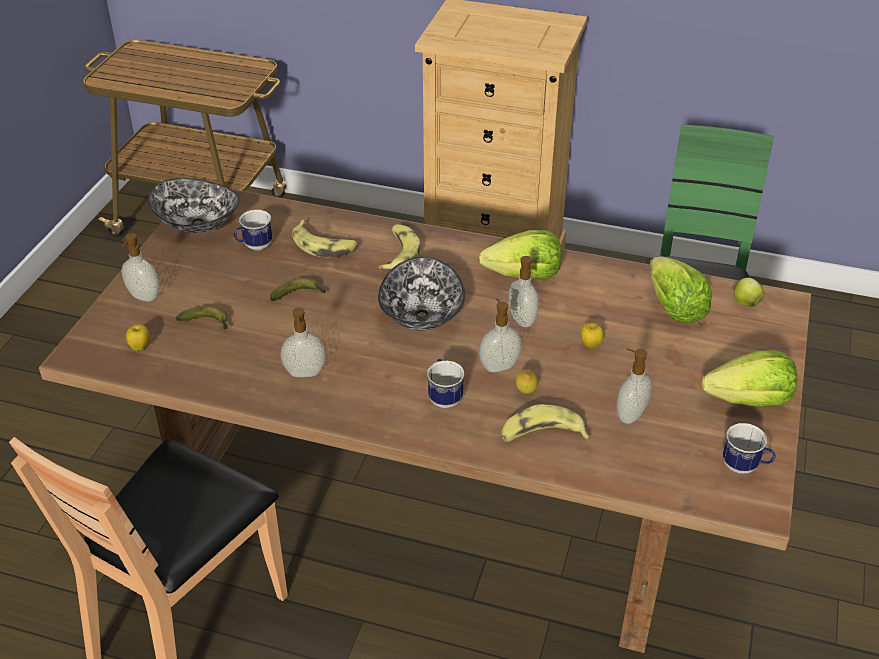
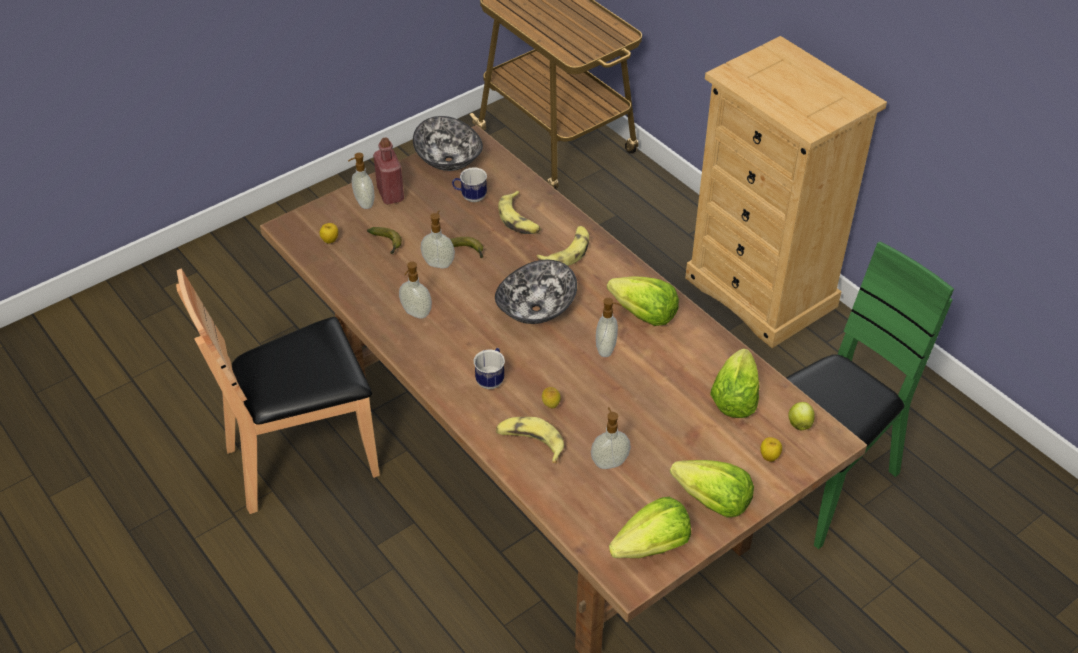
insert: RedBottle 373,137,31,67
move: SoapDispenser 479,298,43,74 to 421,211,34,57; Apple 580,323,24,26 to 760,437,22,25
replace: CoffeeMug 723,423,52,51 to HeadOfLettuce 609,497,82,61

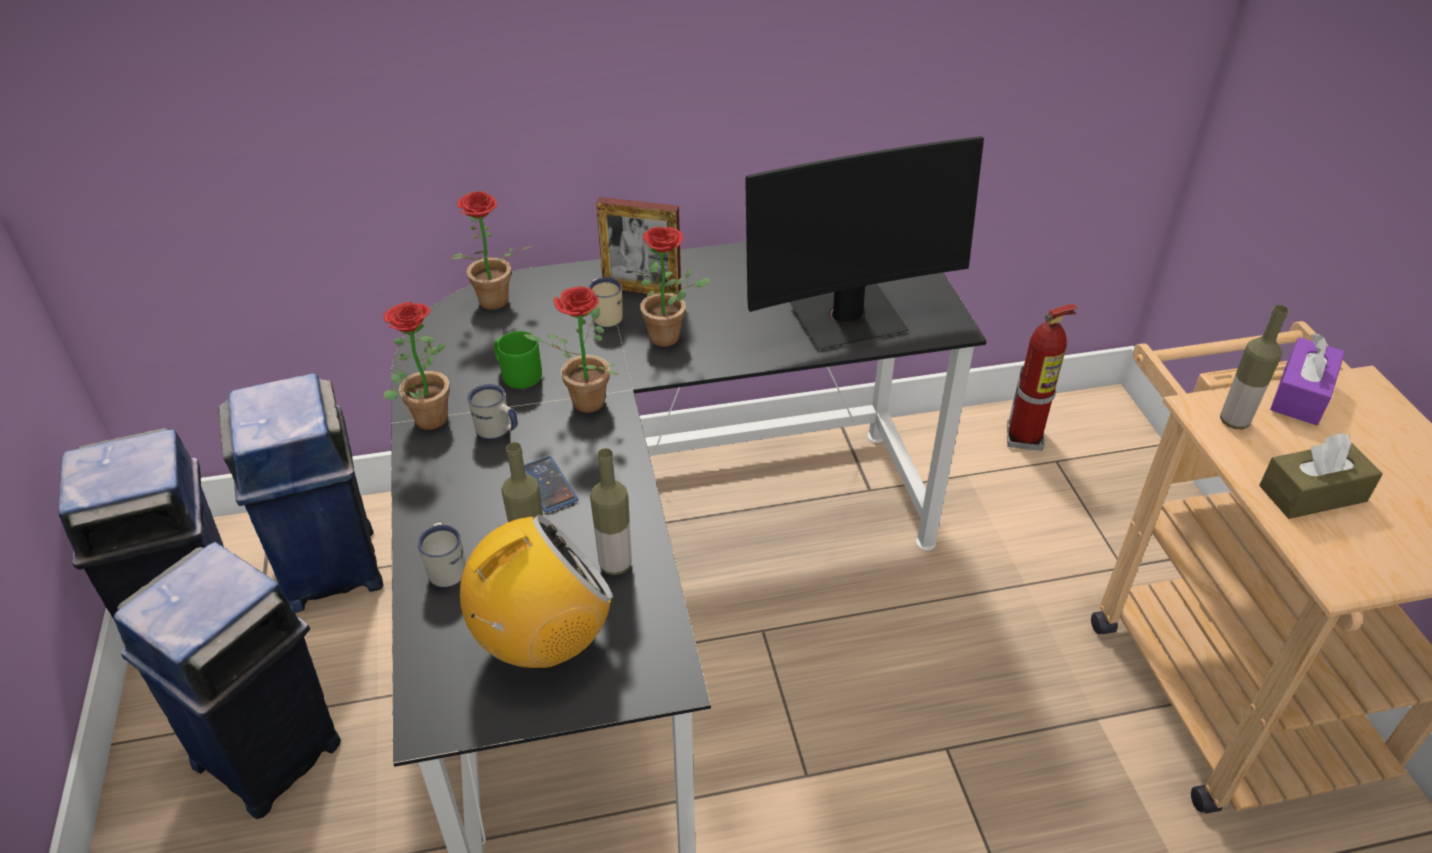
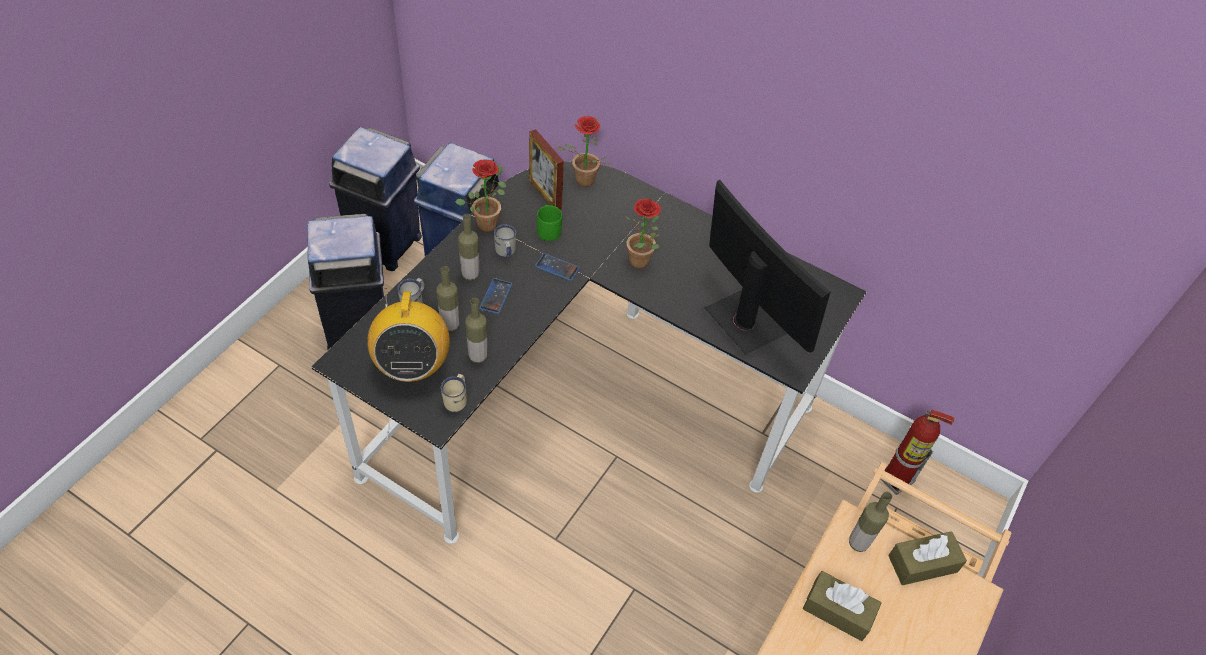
insert: Bottle 458,214,21,67
move: BeigeCoffeeMug 589,278,34,50 to 441,373,26,39; StandingFrame 596,197,85,98 to 529,129,35,81
replace: Houseplant 524,287,94,126 to Phone 535,253,45,28
recolor: PurpleColouredBoxOfTissues 1270,334,75,91 to BrownColouredBoxOfTissues 888,531,79,54
rotate: RadioReceiver 460,515,153,154 = 367,288,83,94 75 degrees clockwise; ComputerScreen 745,136,239,214 = 704,180,126,174 150 degrees counterclockwise

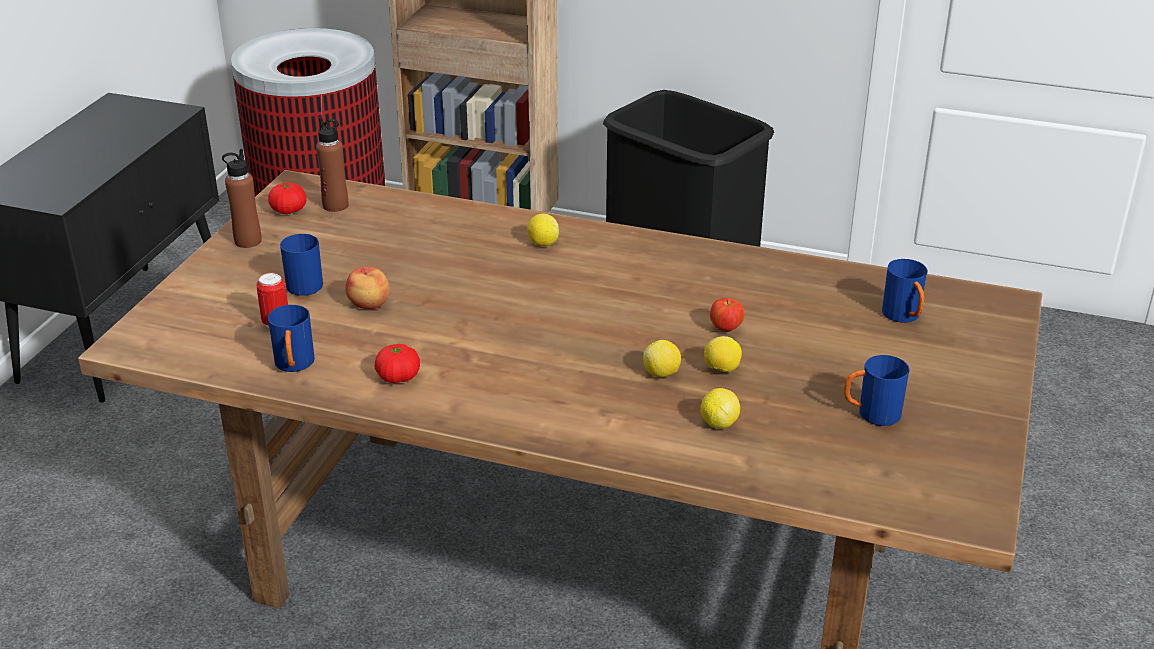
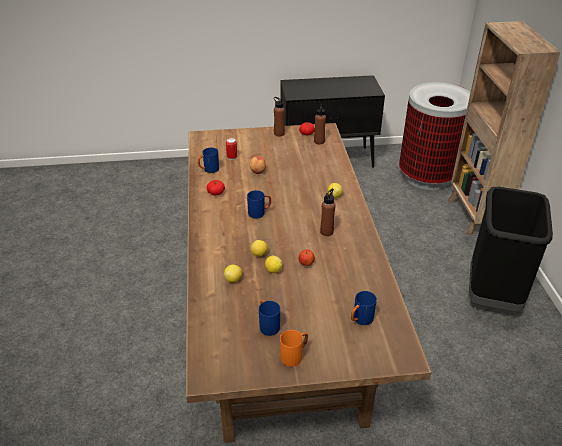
insert: OrangeyCoffeeMug 280,330,28,37; BrownColouredBottle 320,189,16,47
move: BluishCoffeeMug 280,234,43,62 to 247,190,24,29

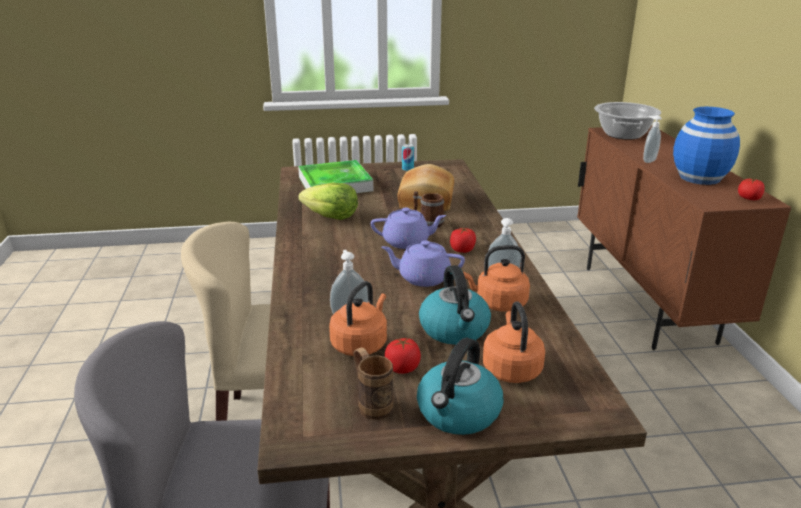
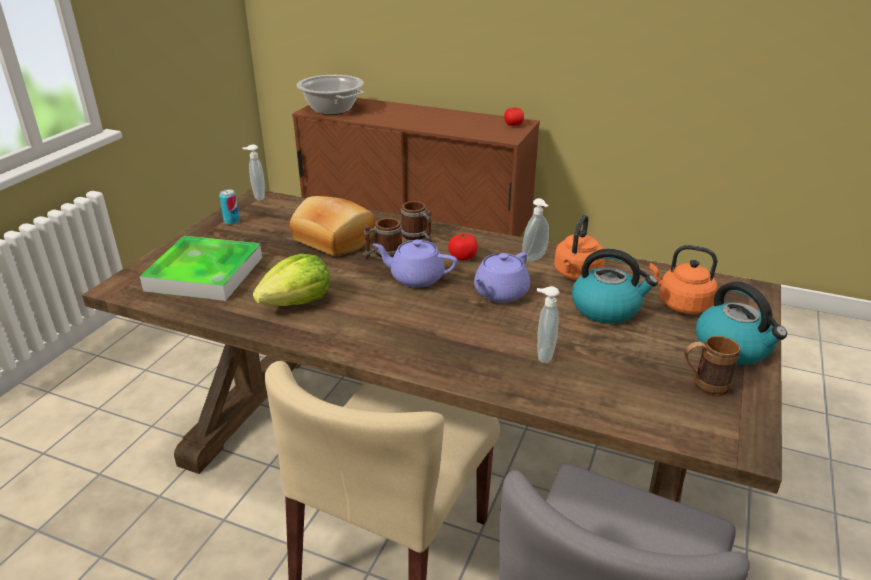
delete: OrangeyTeaKettle 329,281,58,75; FreshTomato 385,338,36,36; BluishVase 673,107,67,78
insert: CoffeeMug 401,201,31,42
move: SoapDispenser 643,115,19,48 to 242,144,23,57
rotate: PurpleColouredPotForTea 371,208,76,41 = 372,239,86,49 105 degrees counterclockwise

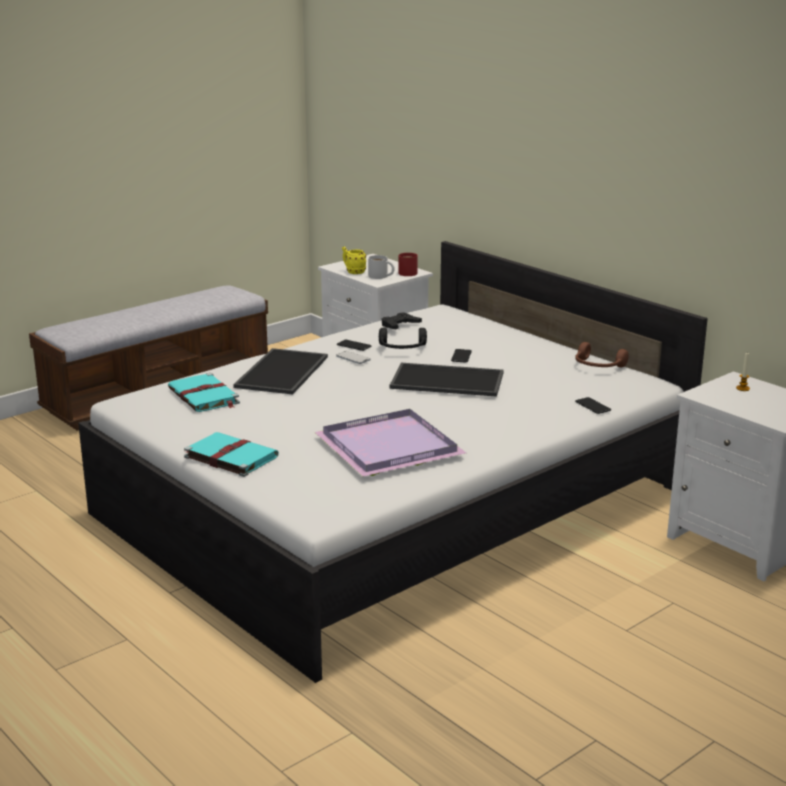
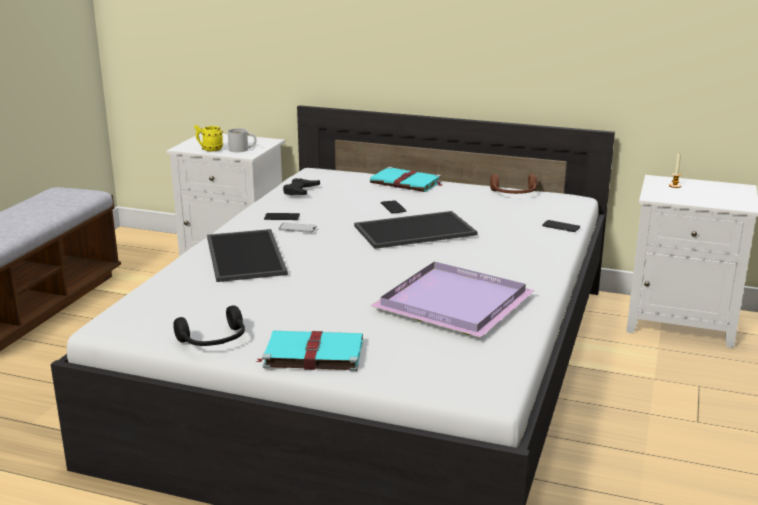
delete: RedCoffeeMug 399,253,19,23
move: BlueGreenVolume 168,373,72,39 to 370,167,71,25; BlackColouredHeadphones 379,328,48,21 to 173,305,72,41

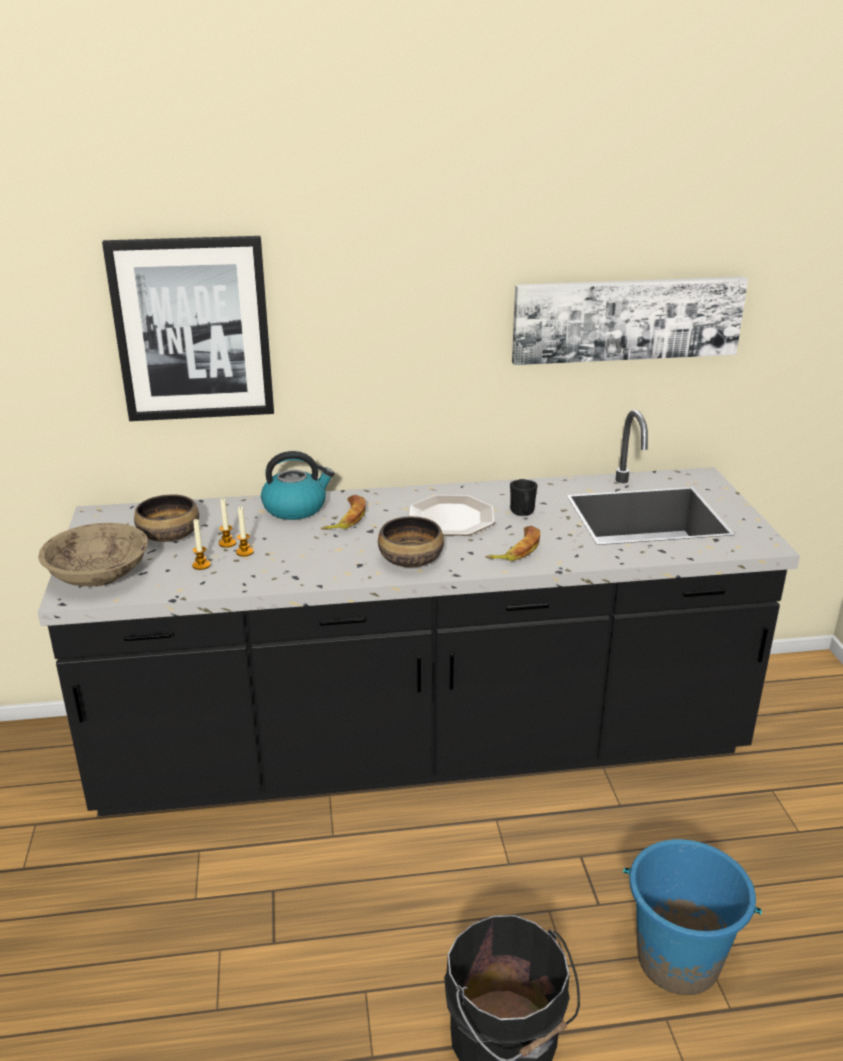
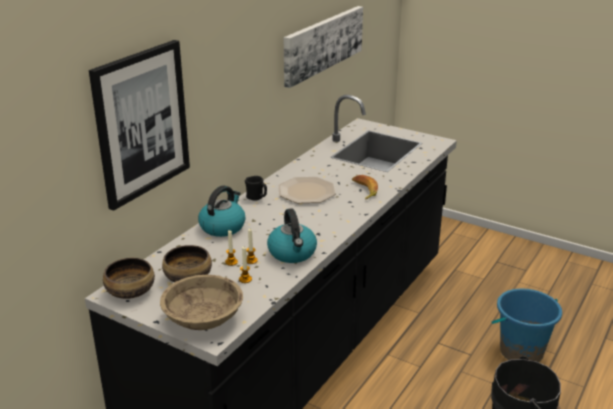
delete: BananaFruit 321,495,45,35
insert: TeaKettle 267,208,50,55
move: DeepDish 378,516,66,51 to 103,258,52,41; BlackColouredCoffeeMug 510,479,27,37 to 245,176,22,25

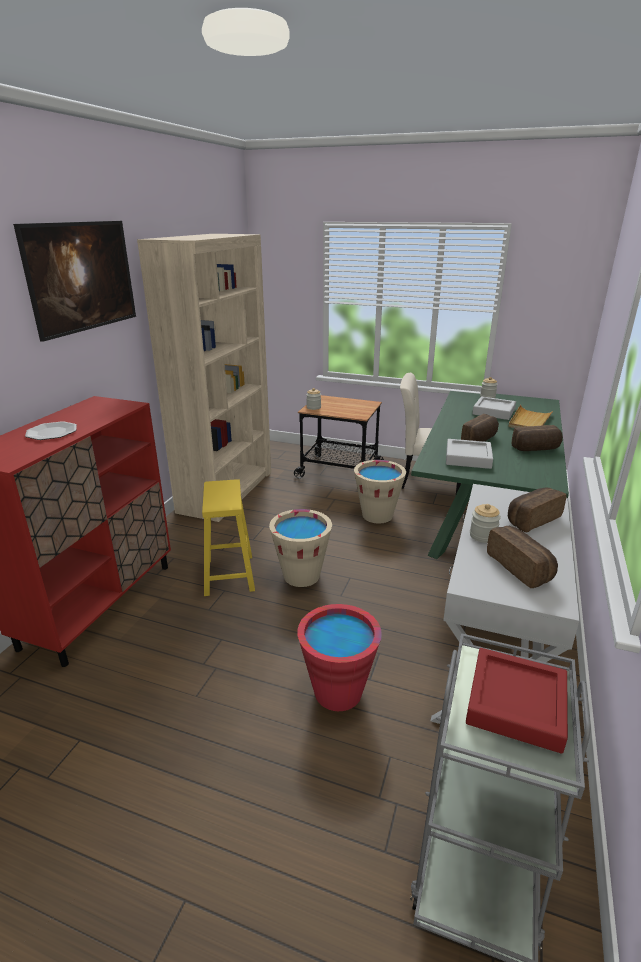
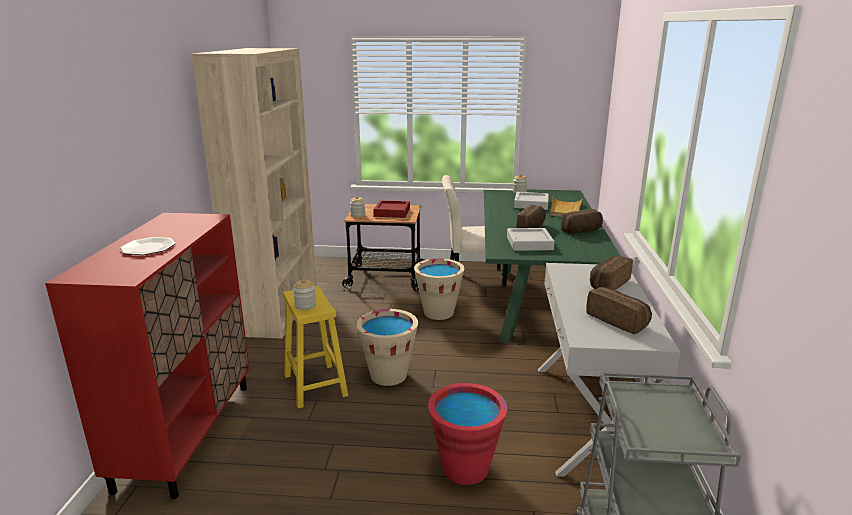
delete: Picture 13,221,123,121
move: RedServingTray 466,648,102,106 to 373,200,37,18; PreserveJar 470,504,31,39 to 293,279,23,31

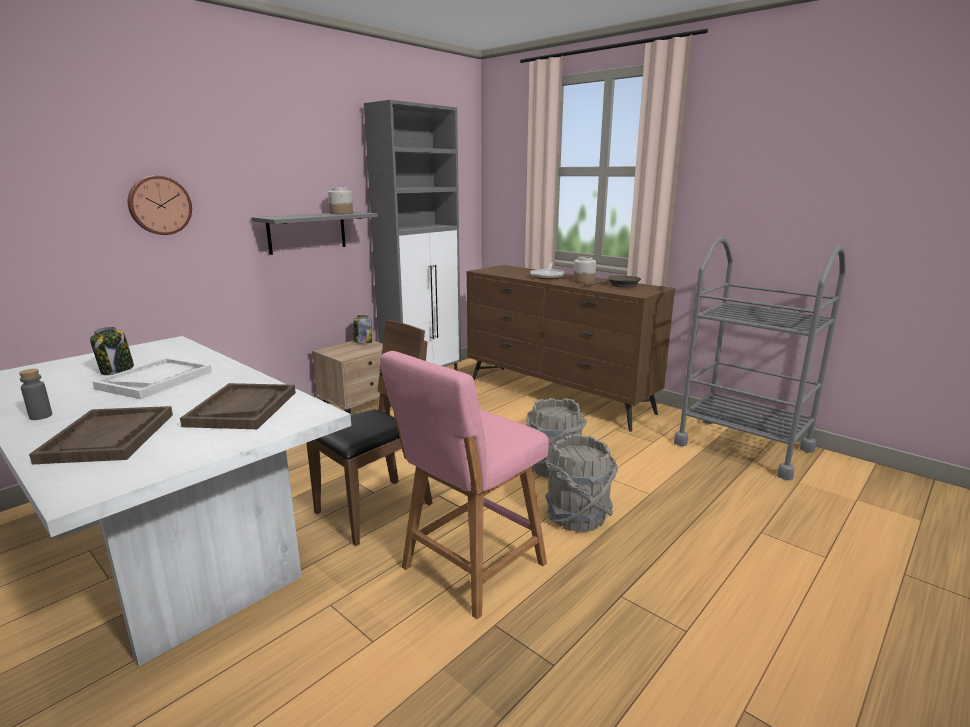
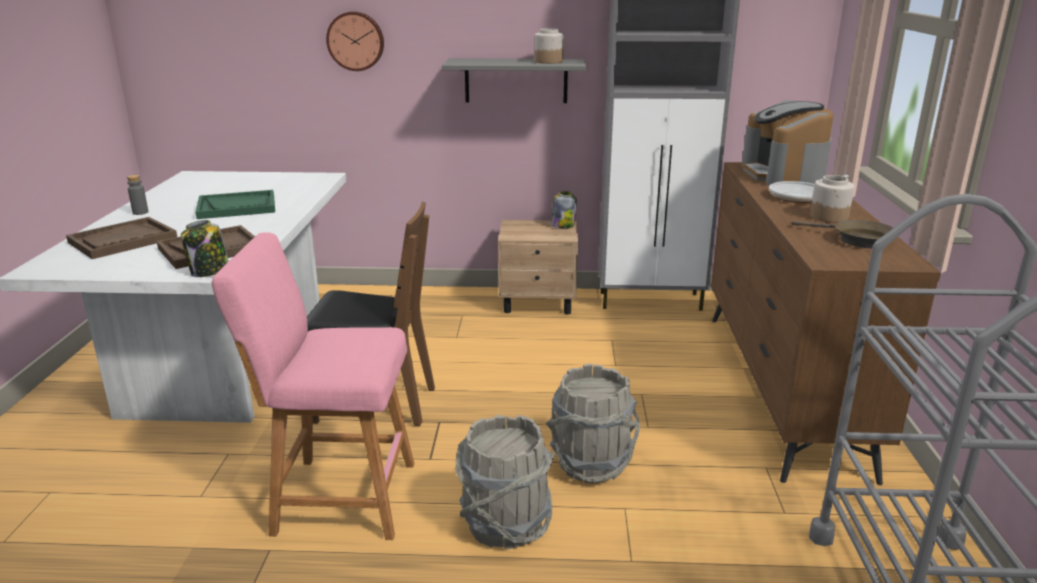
insert: CoffeeMaker 742,100,91,85
move: PreserveJar 90,327,44,48 to 181,220,48,57
recolor: WhiteServingTray 92,358,120,41 to GreenColouredServingTray 196,190,79,29

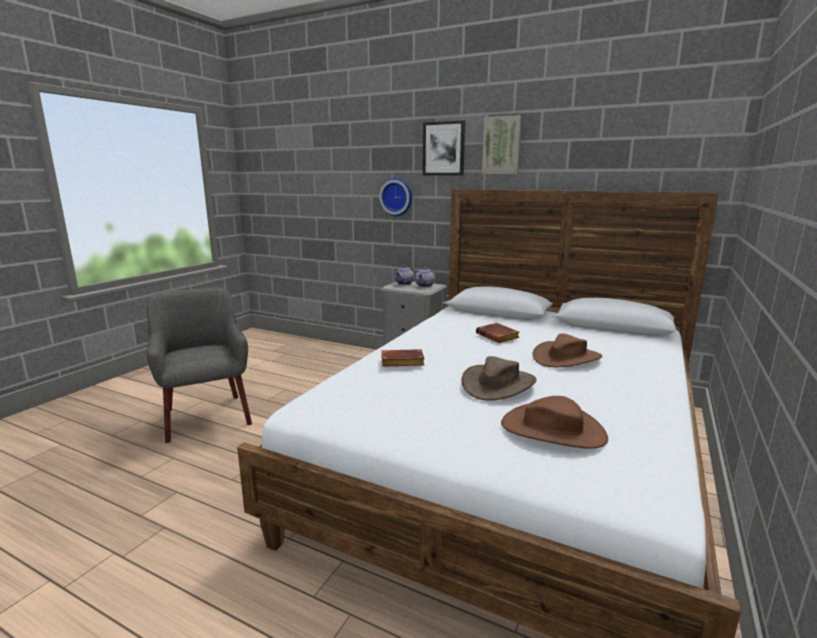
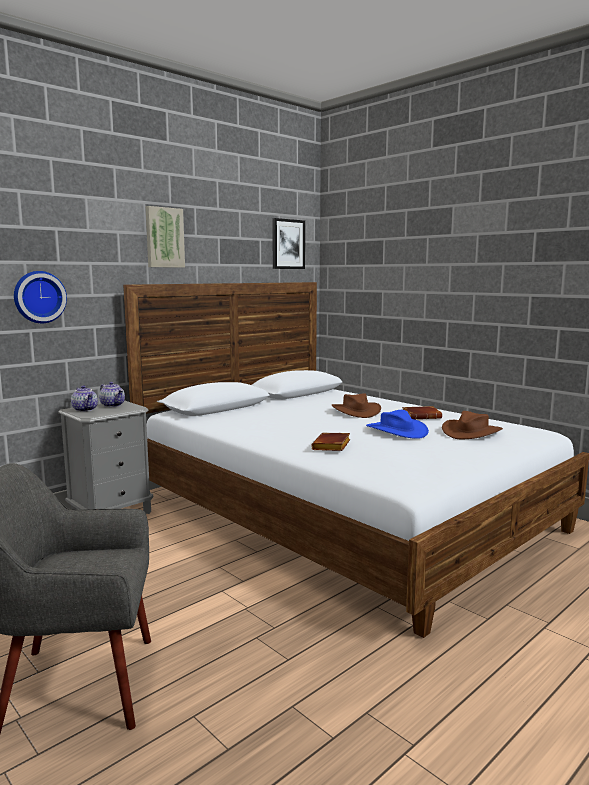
move: Picture 423,120,42,56 to 272,218,33,51; BrownColouredVolume 476,323,44,20 to 402,406,40,14
recolor: BrownColouredClothingHat 461,356,76,44 to BluishClothingHat 366,410,63,29

